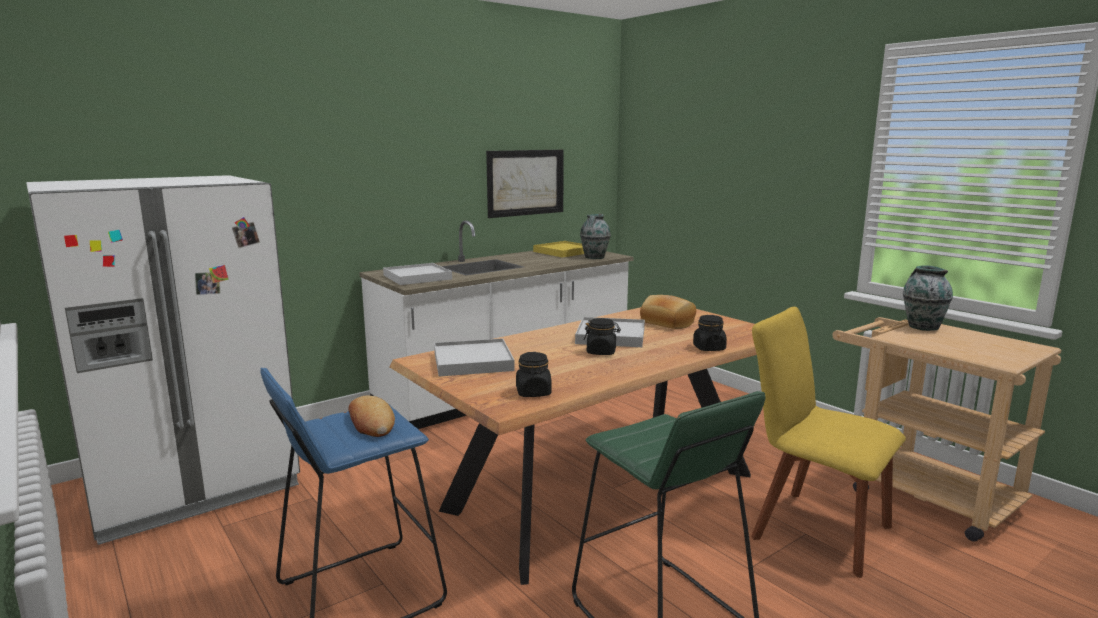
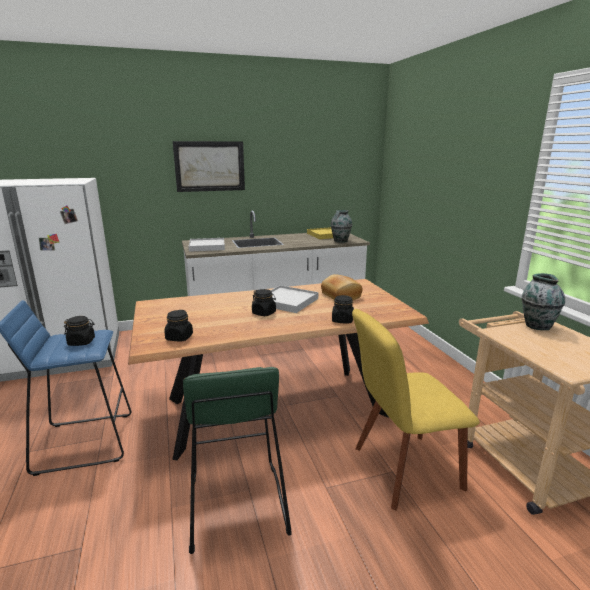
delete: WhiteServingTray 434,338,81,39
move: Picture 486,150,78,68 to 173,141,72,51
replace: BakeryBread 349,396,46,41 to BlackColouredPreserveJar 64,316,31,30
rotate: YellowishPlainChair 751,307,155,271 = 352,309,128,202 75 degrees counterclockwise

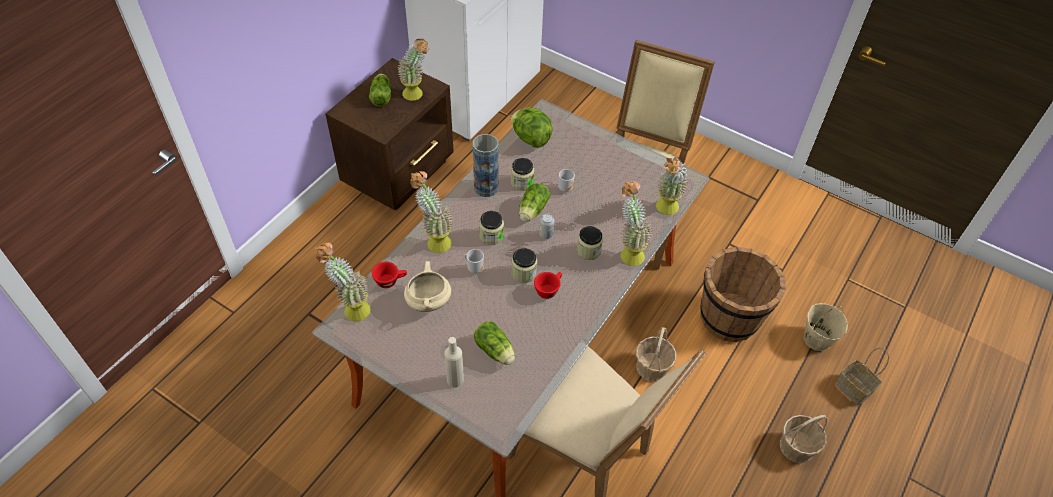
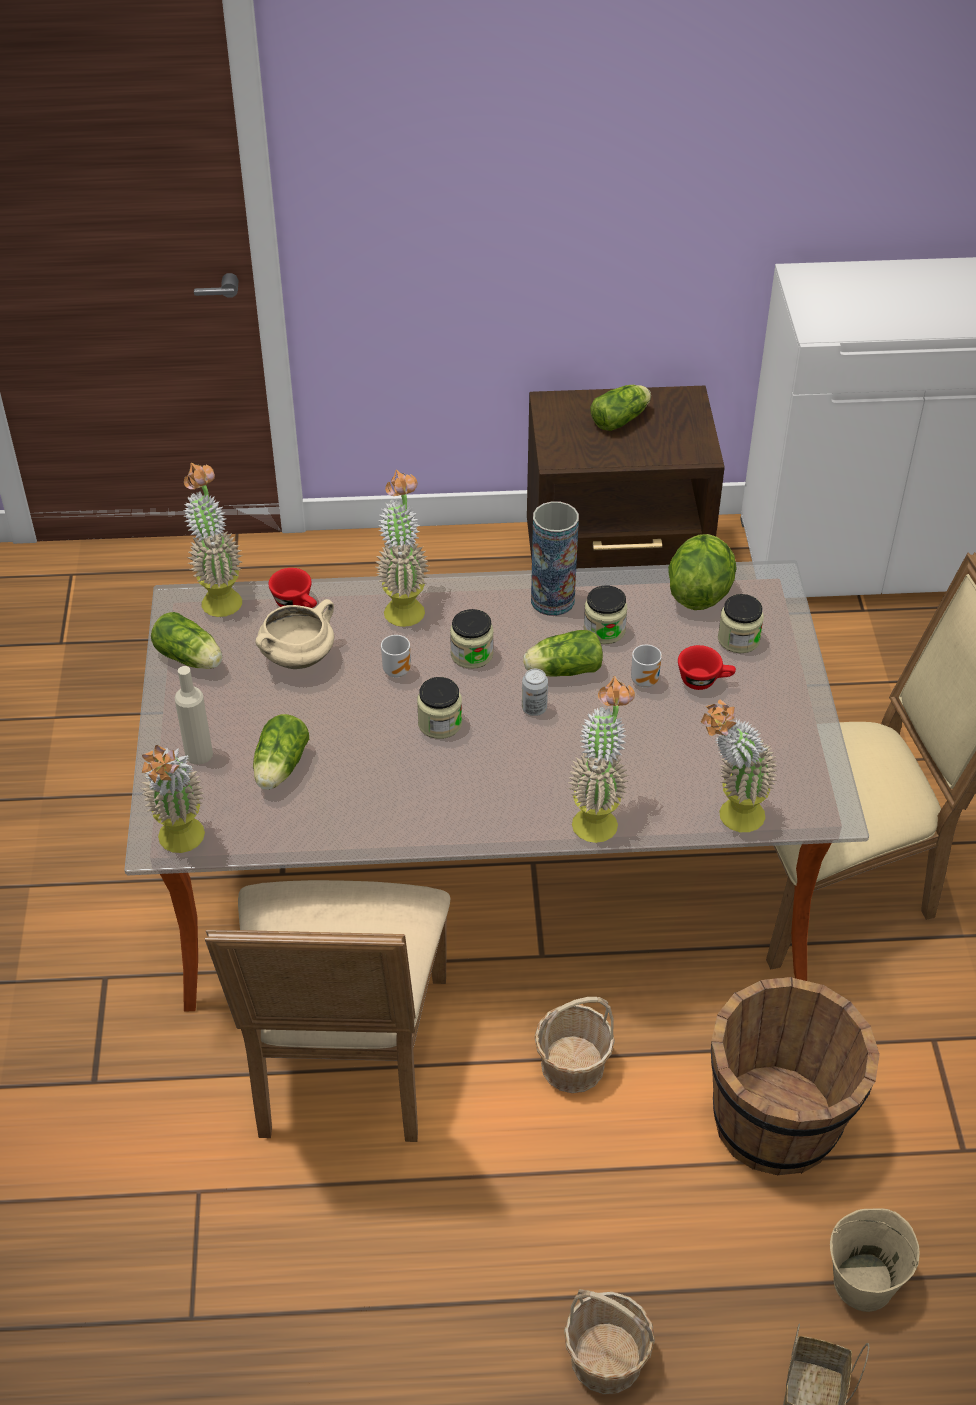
insert: HeadOfLettuce 151,612,71,57
move: Houseplant 398,39,32,62 to 141,745,64,108; RedCup 534,272,28,27 to 678,645,58,45; PreserveJar 577,226,26,34 to 718,594,46,59

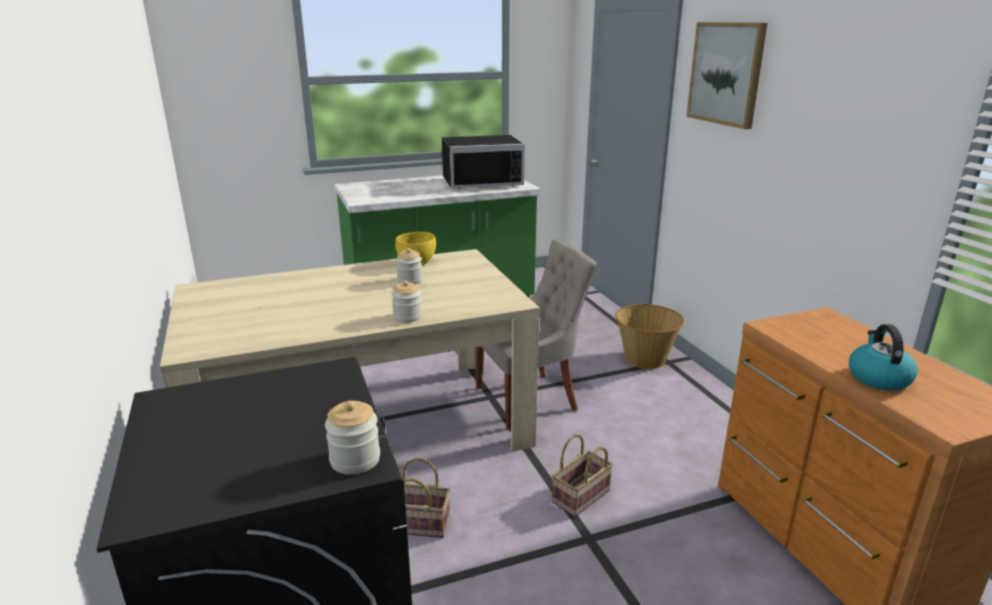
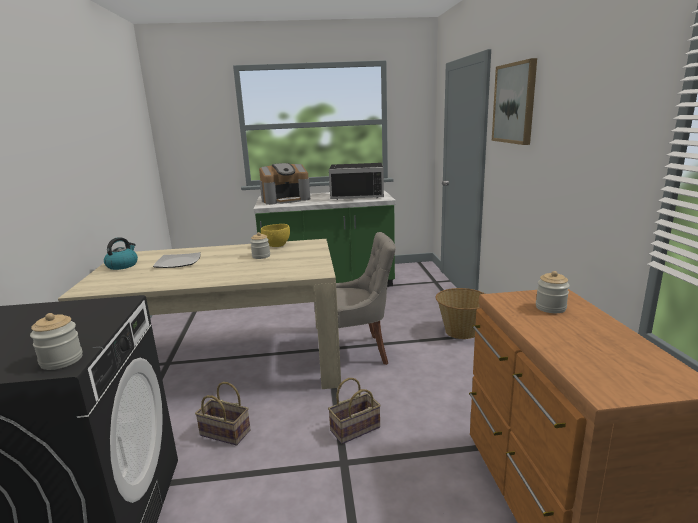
insert: Plate 153,252,48,16; CoffeeMaker 259,163,51,42
move: PreserveJar 391,281,31,42 to 536,271,34,42; TeaKettle 849,324,69,66 to 104,237,34,33

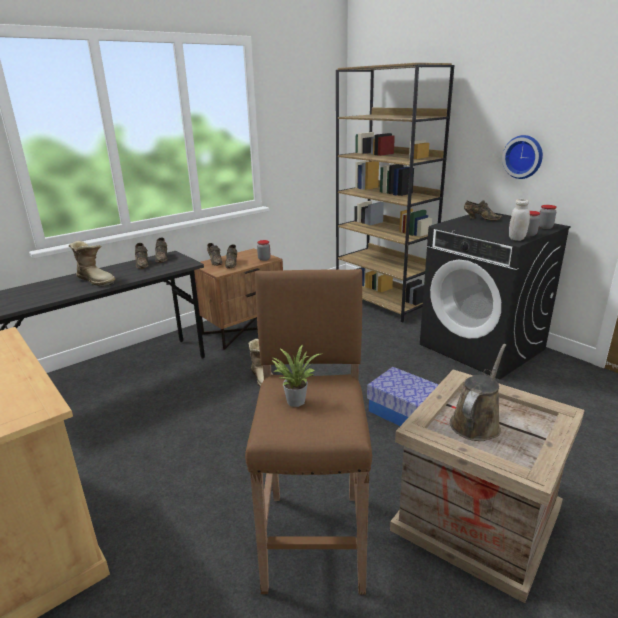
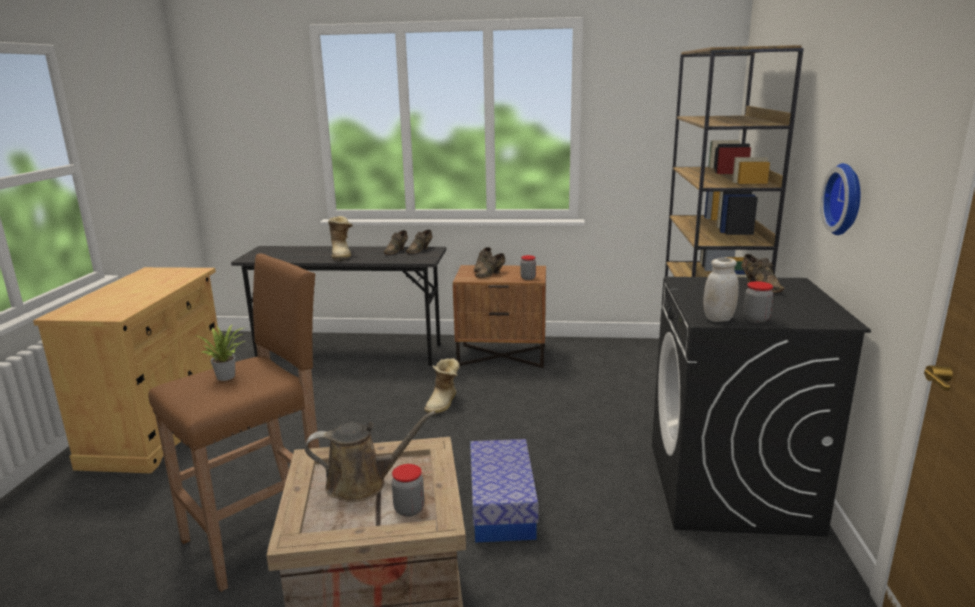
move: PreserveJar 539,205,18,24 to 392,464,32,53

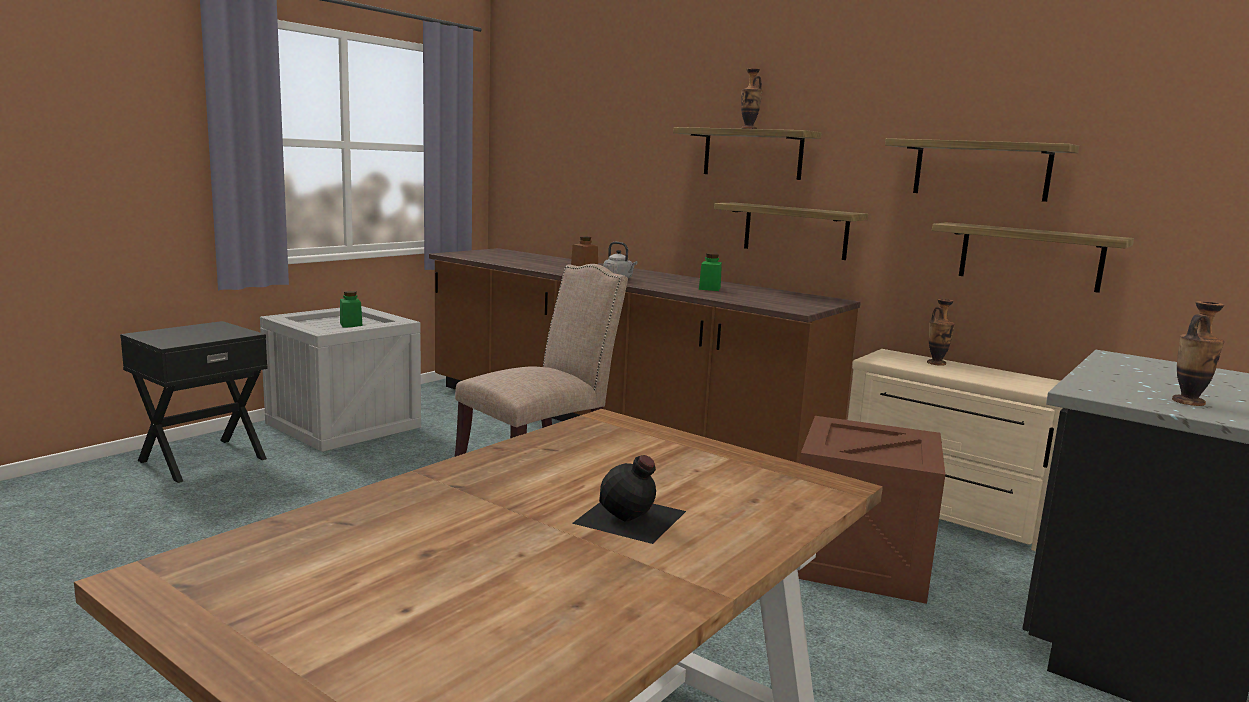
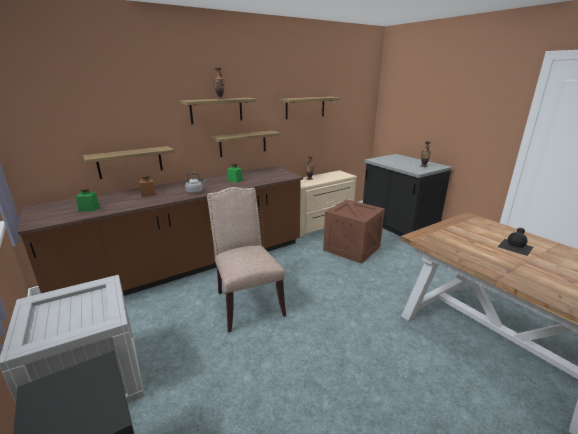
move: GreenColouredPreserveJar 340,291,22,37 to 76,188,24,24; BracketShelf 932,222,202,71 to 83,146,91,33

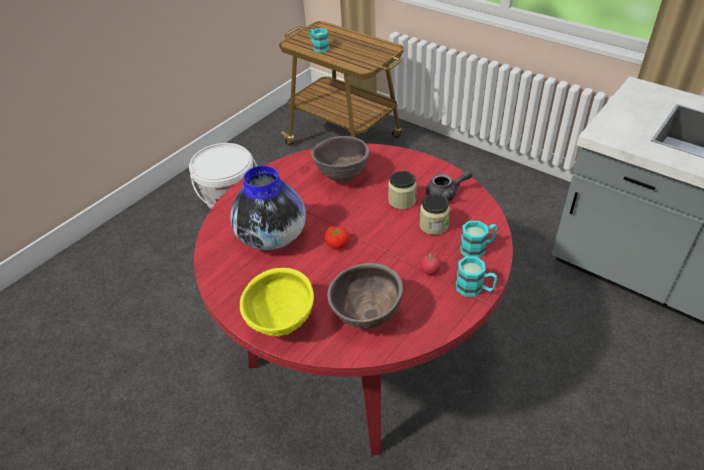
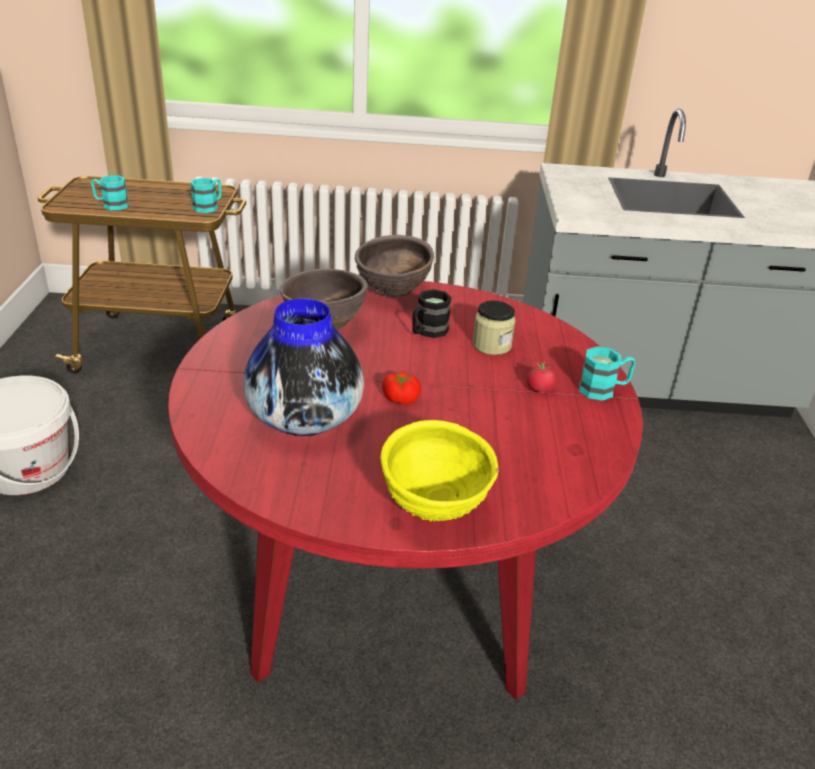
delete: GreyPotForTea 426,169,47,32
move: BrownColouredDeepDish 327,263,76,66 to 355,235,79,62; BlueGreenCoffeeMug 460,221,37,37 to 190,178,31,35
replace: PreserveJar 388,171,29,38 to BlackColouredCoffeeMug 412,289,40,49

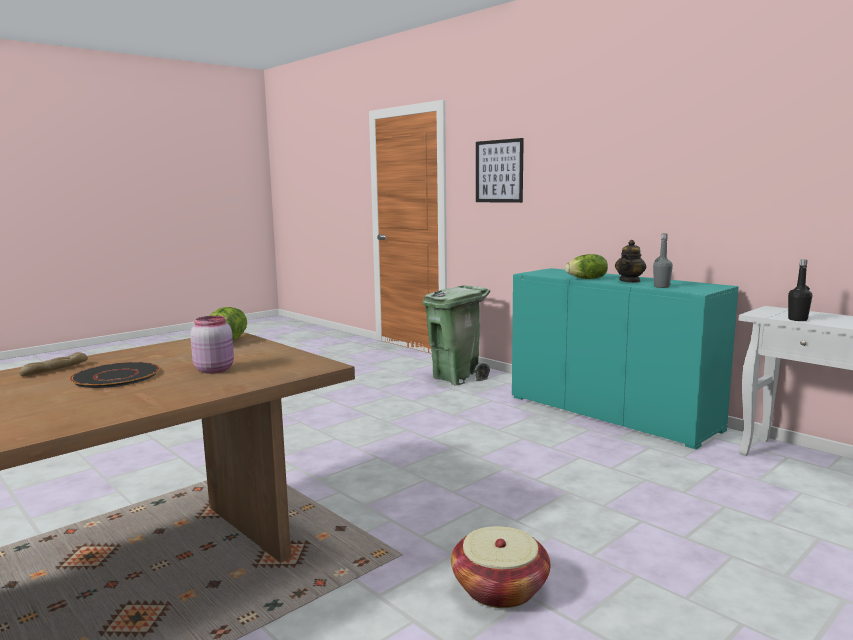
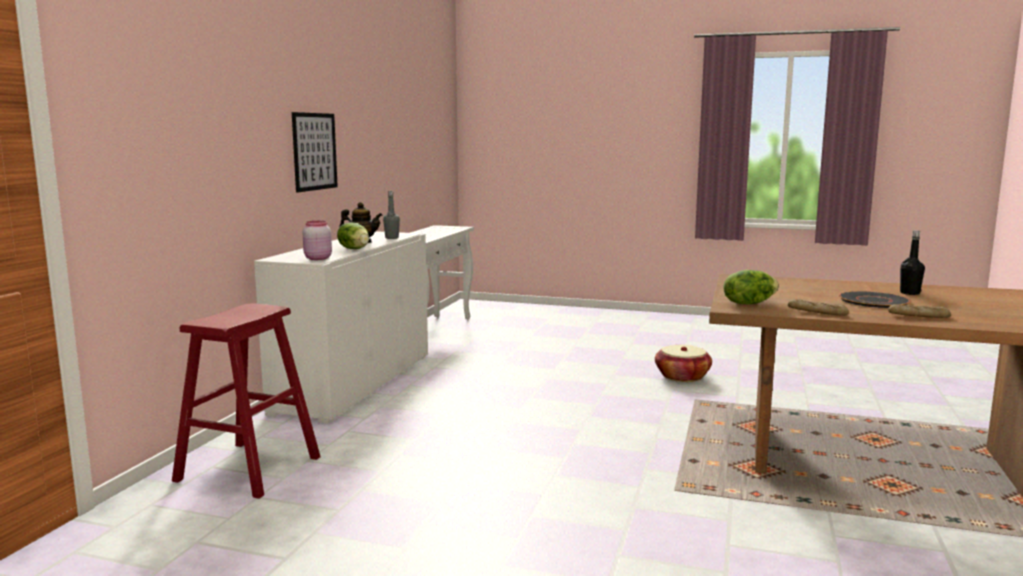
insert: BakeryBread 788,299,61,17
move: PinkishPreserveJar 190,316,44,58 to 302,221,30,39; Picture 476,138,48,65 to 292,112,46,80; BlackColouredBottle 788,259,24,62 to 900,230,25,65
replace: GreenColouredWasteBin 423,285,67,100 to RedStool 172,303,149,196
recolor: BlueGreenCabinet 512,268,227,181 to WhiteCabinet 254,231,174,193

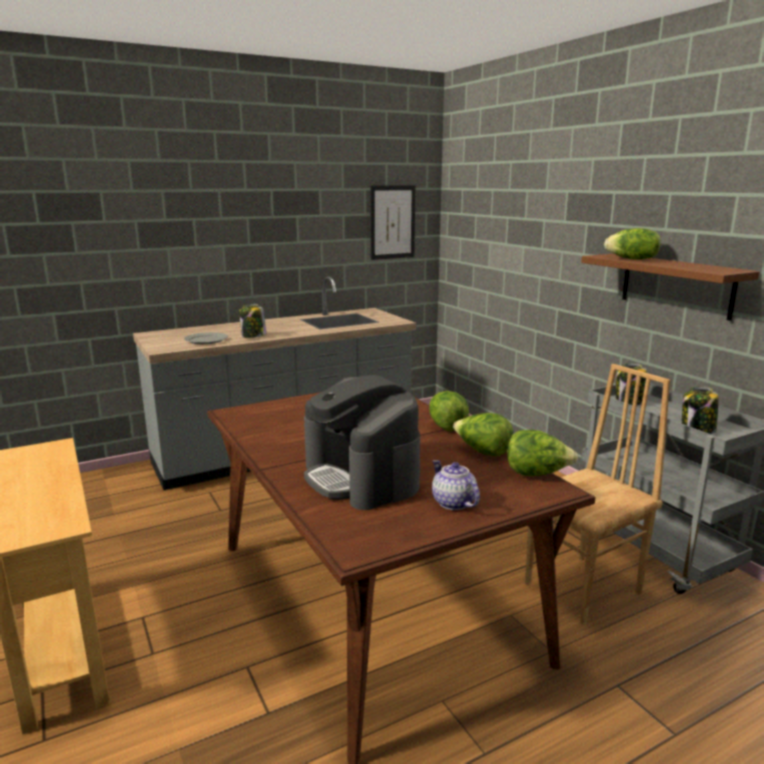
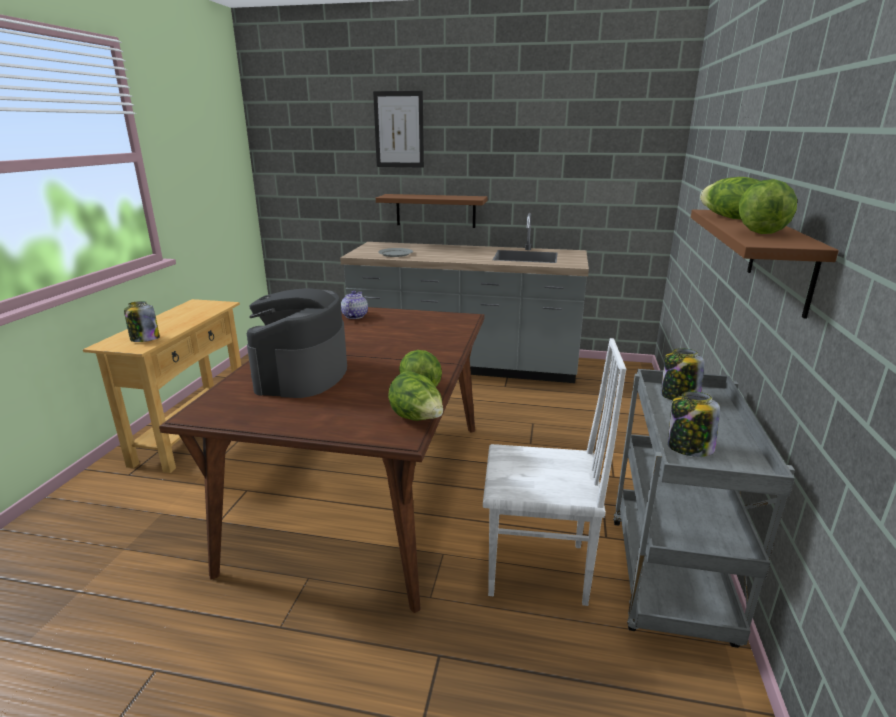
insert: BrownColouredBracketShelf 376,194,112,34
move: PreserveJar 239,304,28,34 to 124,301,36,41; Picture 370,185,45,75 to 373,91,51,77; HeadOfLettuce 429,391,40,40 to 739,179,58,55; PotForTea 432,460,48,50 to 341,291,27,28
recolor: BrownColouredPlainChair 525,364,145,261 to WhitePlainChair 483,338,143,268

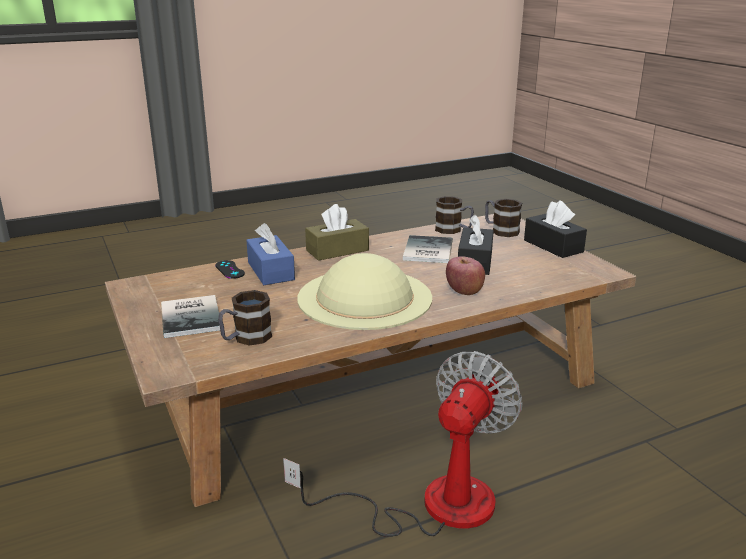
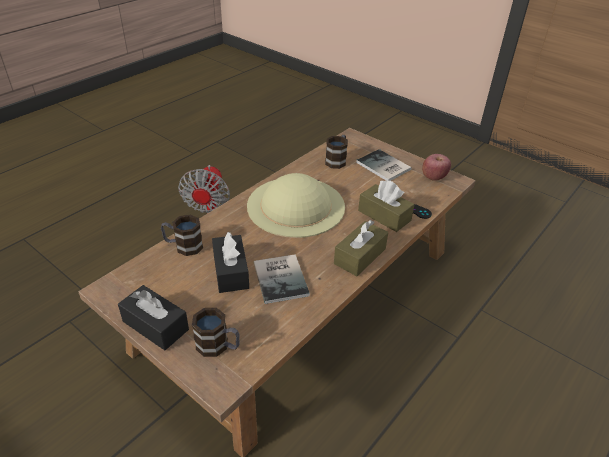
move: CoffeeMug 435,196,39,38 to 161,215,42,41; Apple 446,256,39,39 to 422,154,29,27
recolor: BluishBoxOfTissues 246,223,49,62 to BrownColouredBoxOfTissues 358,181,57,51

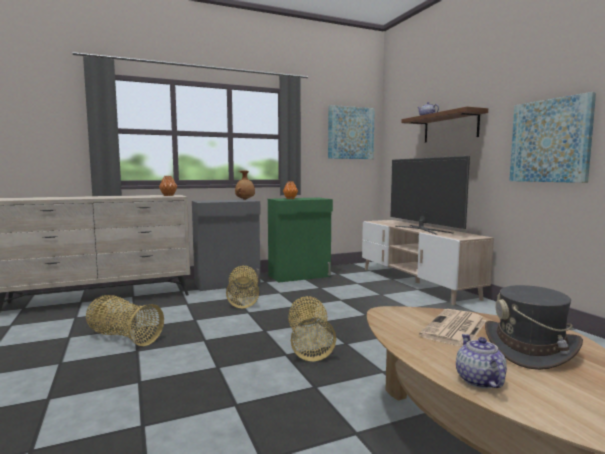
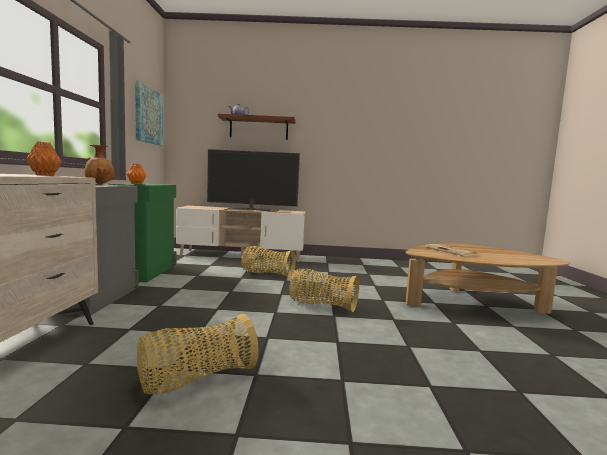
delete: PotForTea 456,334,51,55; GreyClothingHat 485,285,98,85; Picture 509,92,87,91
move: HouseholdBasket 226,265,33,44 to 241,246,55,32

